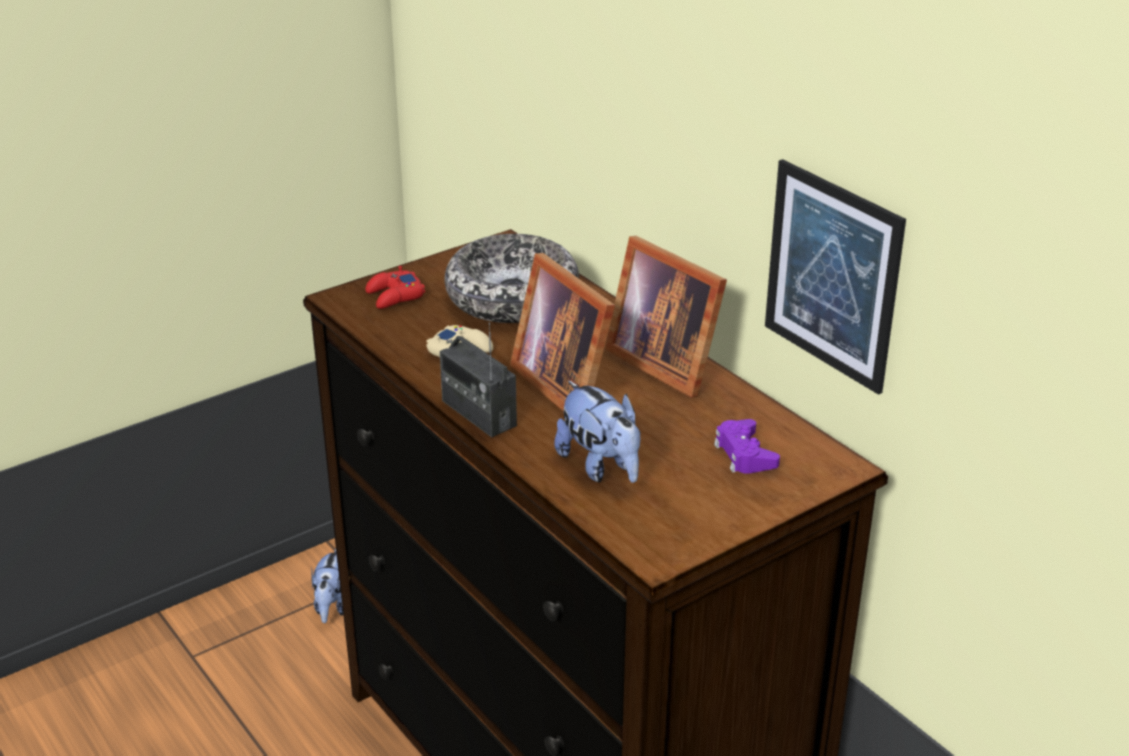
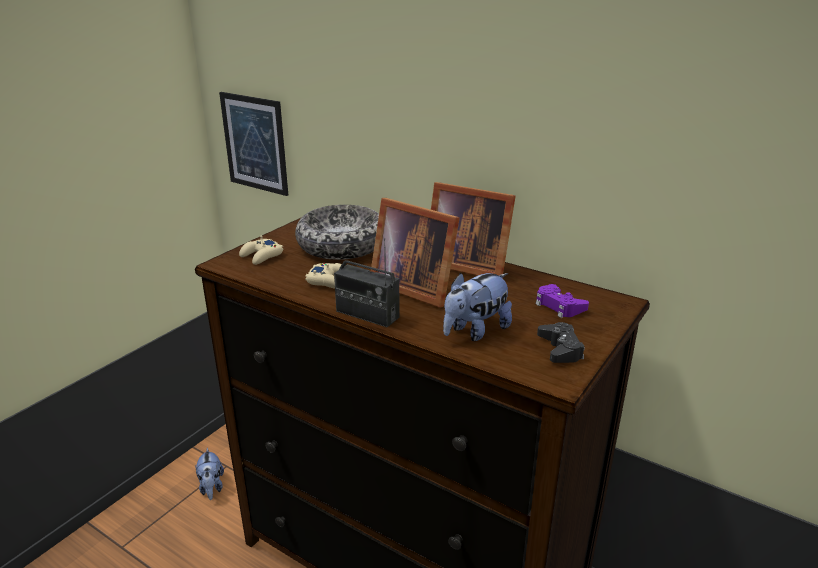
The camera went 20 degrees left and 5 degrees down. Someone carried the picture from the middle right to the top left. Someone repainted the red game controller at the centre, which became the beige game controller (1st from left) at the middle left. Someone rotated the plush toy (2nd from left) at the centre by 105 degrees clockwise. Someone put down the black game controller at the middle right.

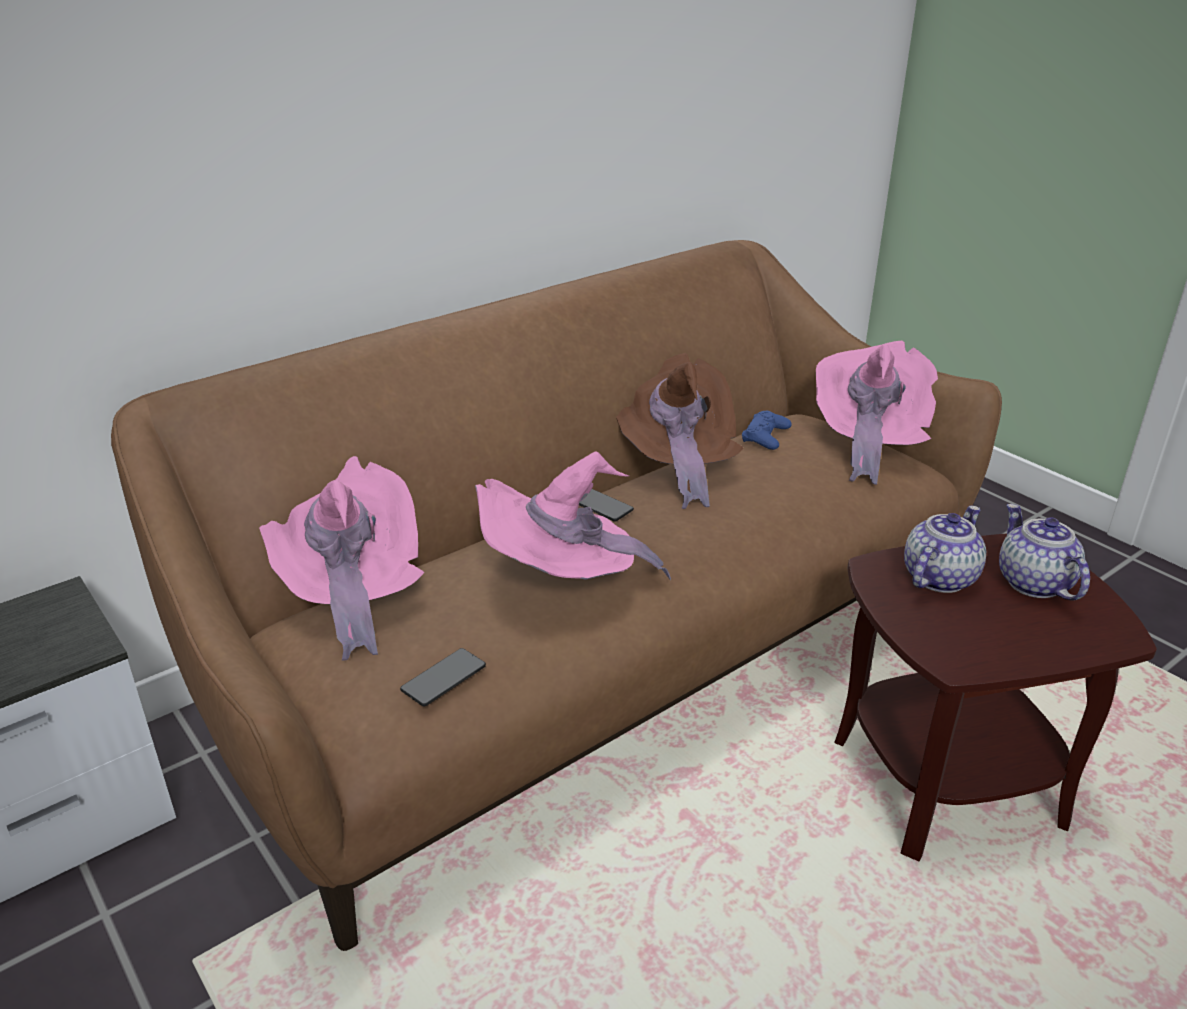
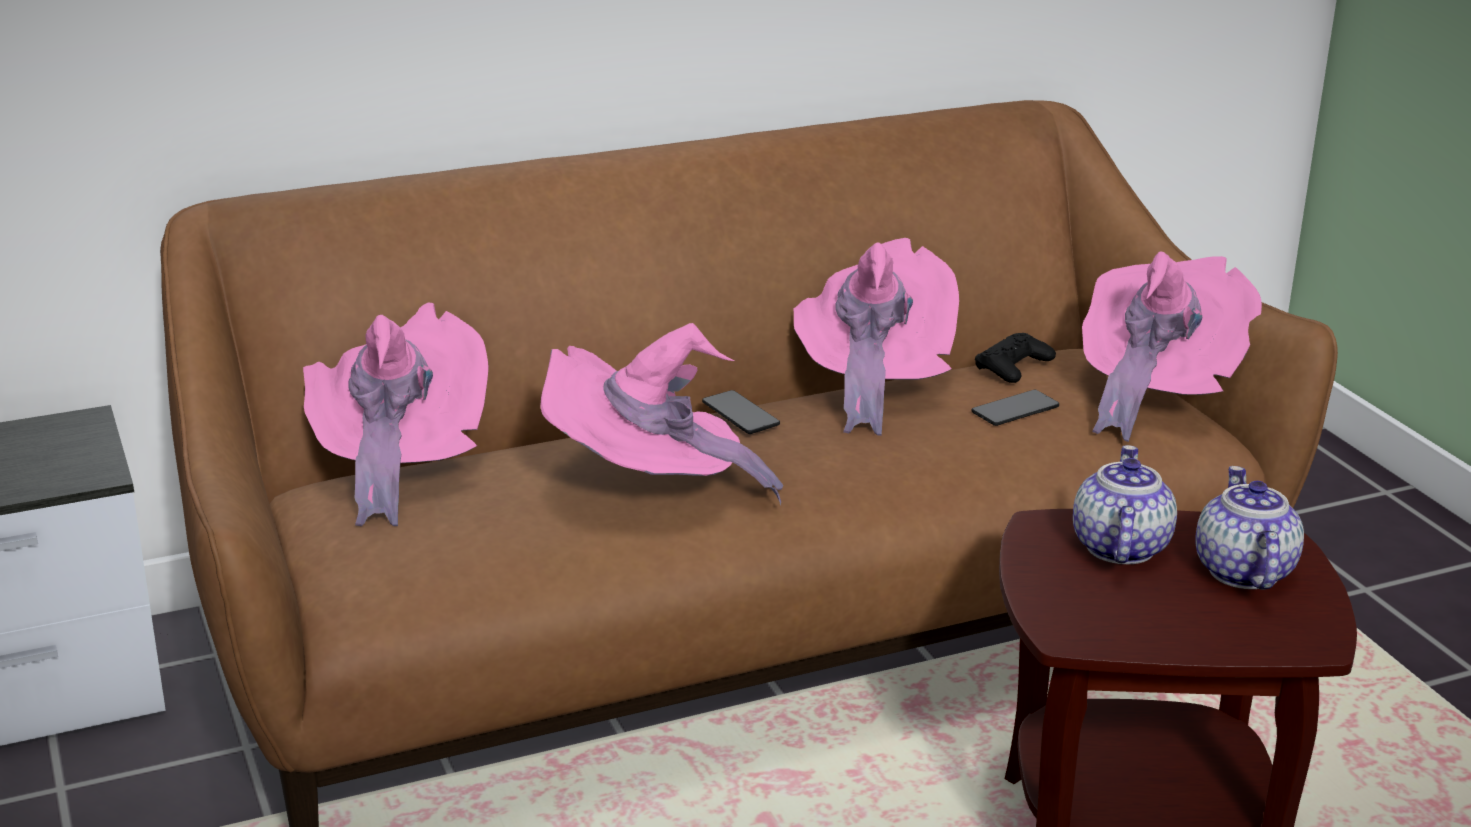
The camera went 15 degrees right and 5 degrees down. Someone repainted the brown hat at the centre, which became the pink hat (3rd from left) at the centre. Someone carried the phone (1st from left in the first image) from the bottom centre to the middle right. Someone repainted the blue game controller at the centre, which became the black game controller at the middle right. Someone rotated the teapot (1st from left) at the middle right by 45 degrees counterclockwise.

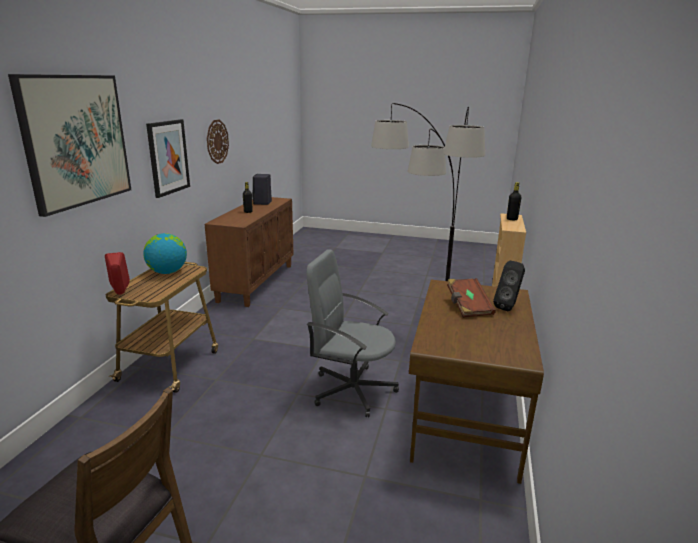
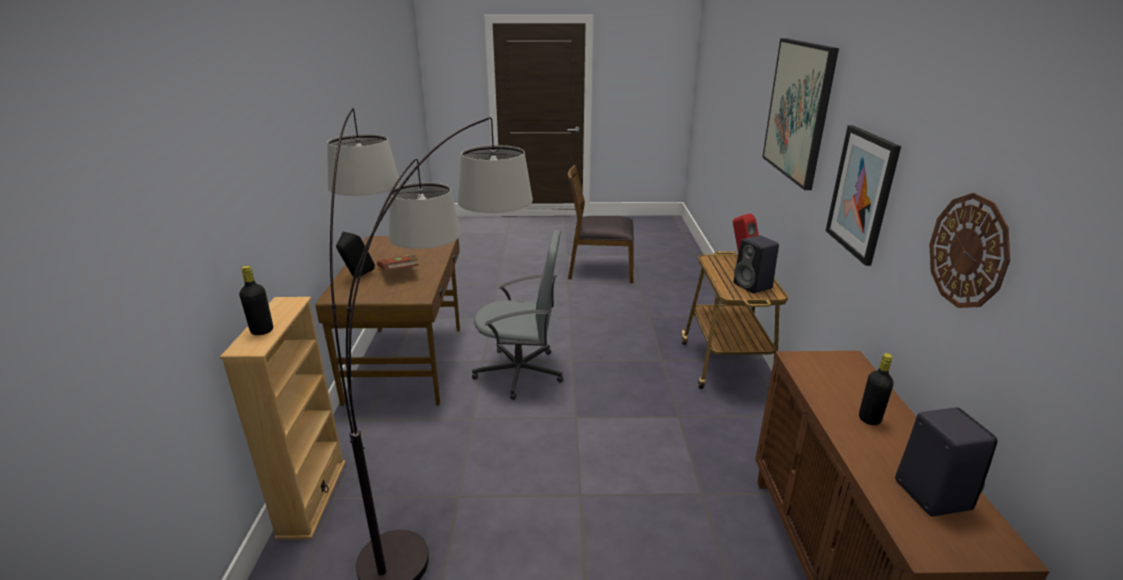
The camera went 165 degrees right and 5 degrees up. Someone swapped the globe at the middle left for the black speaker (2nd from left) at the middle right.

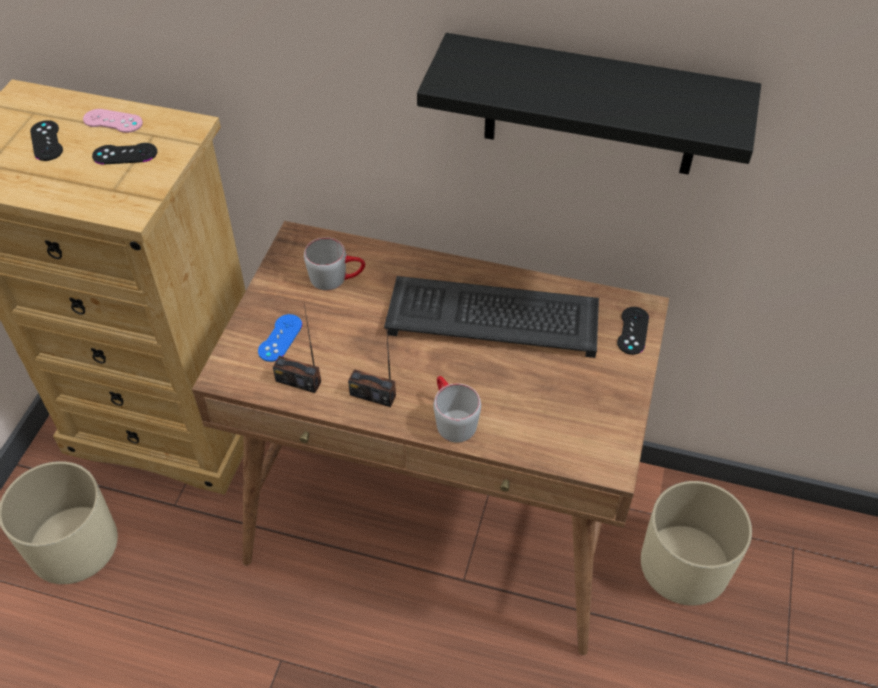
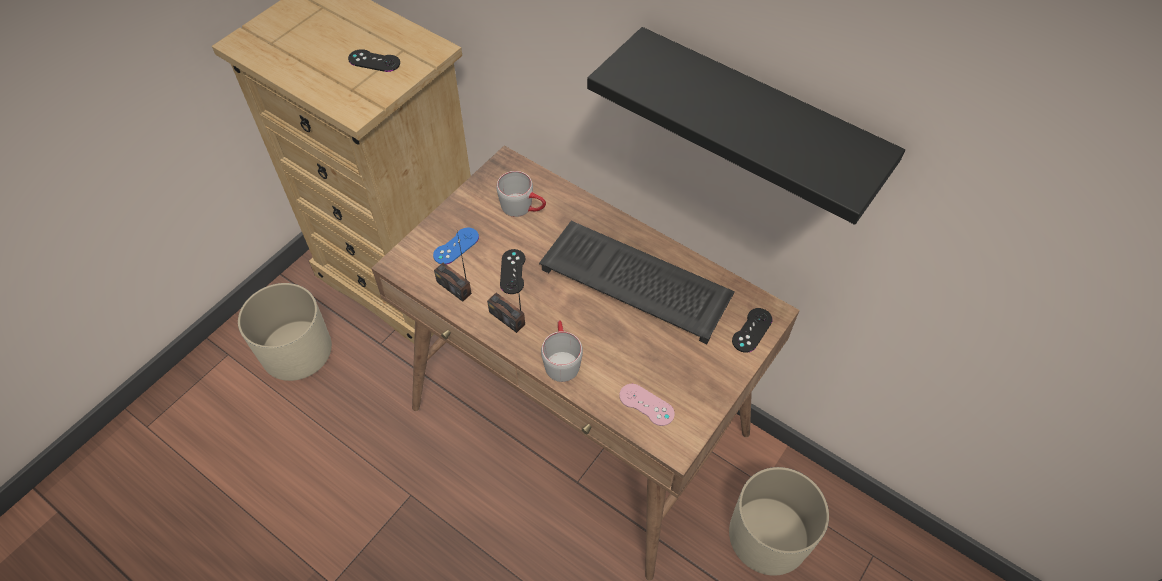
The camera went 20 degrees right and 5 degrees up. Someone carried the black game controller (1st from left in the first image) from the top left to the centre. Someone carried the pink game controller from the top left to the bottom centre.

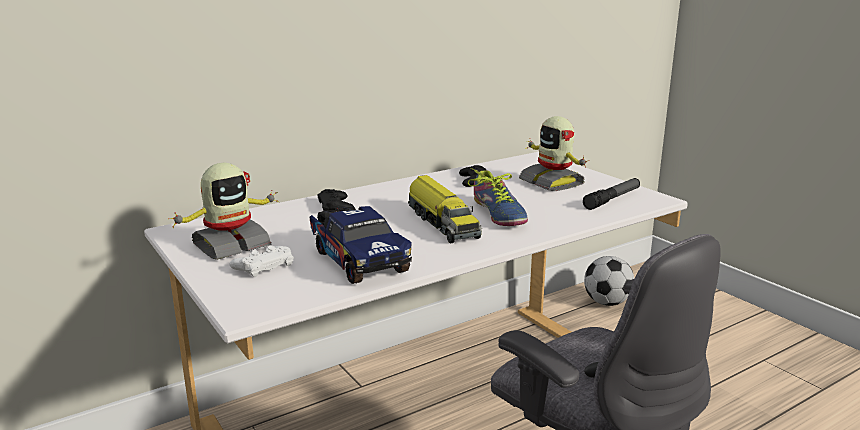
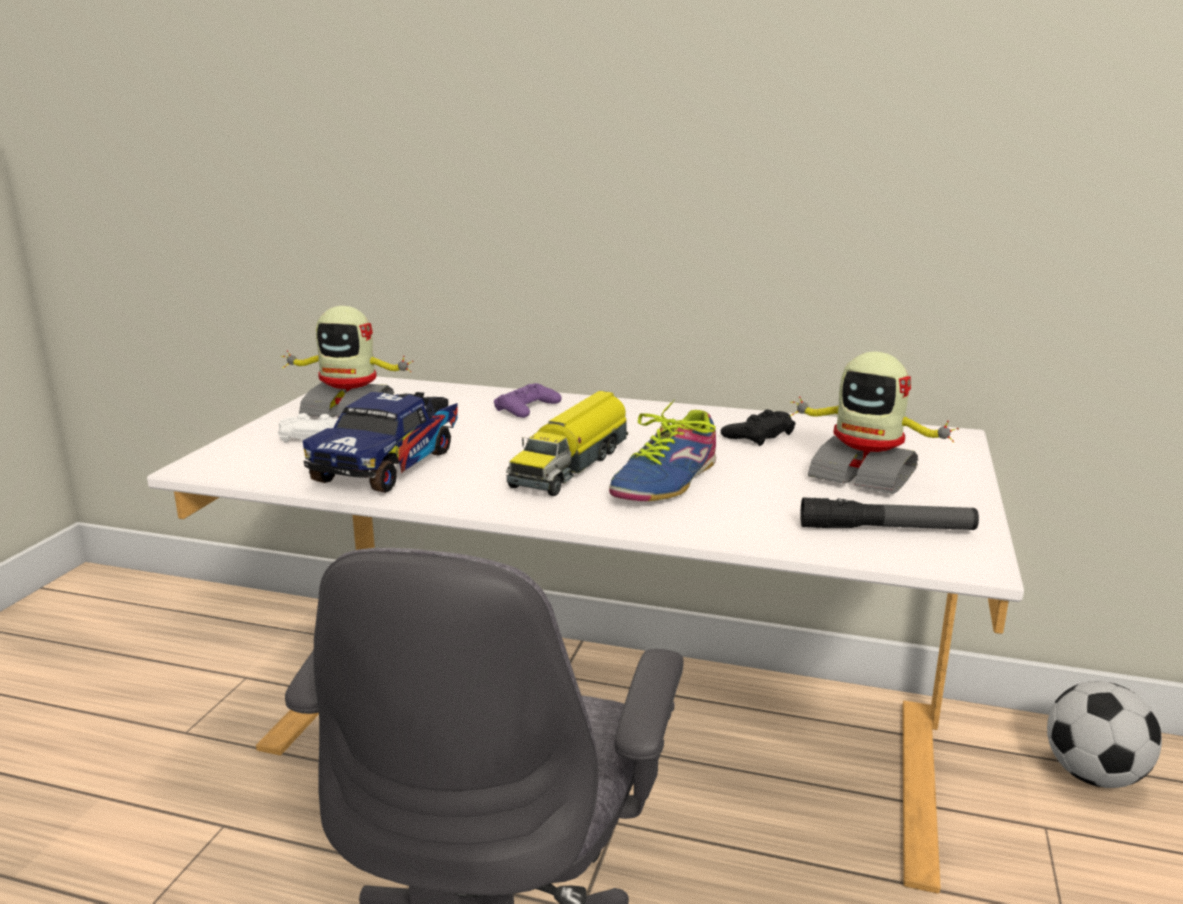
The camera went 50 degrees right and 0 degrees up. Someone repainted the black game controller (1st from left) at the centre, which became the purple game controller at the centre. Someone rotated the toy robot (2nd from left) at the centre by 75 degrees counterclockwise.

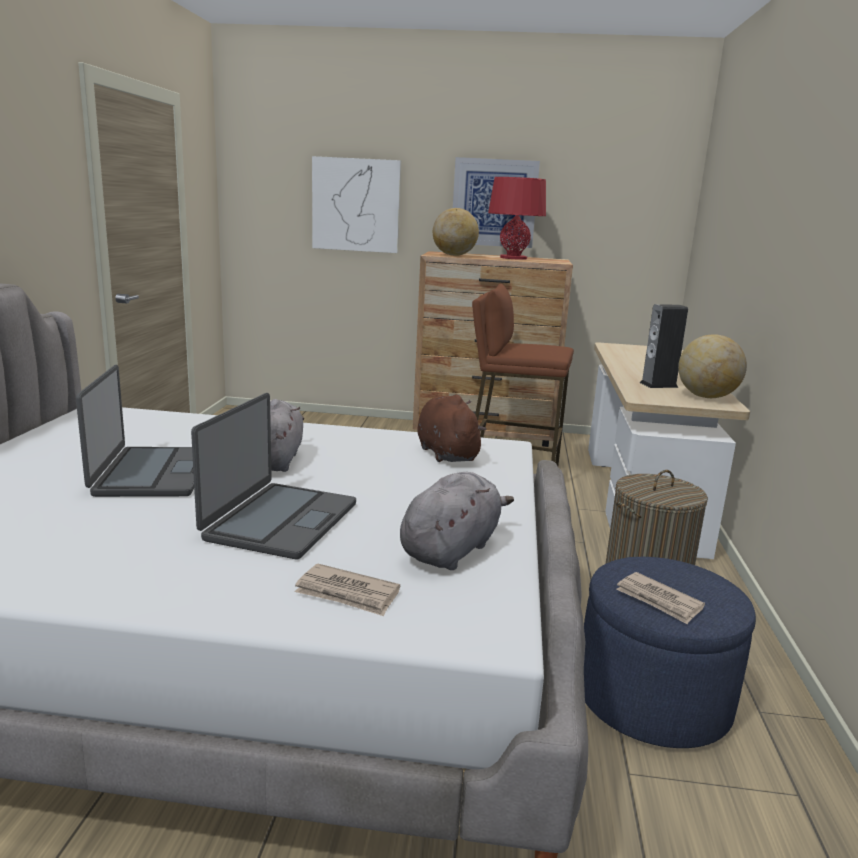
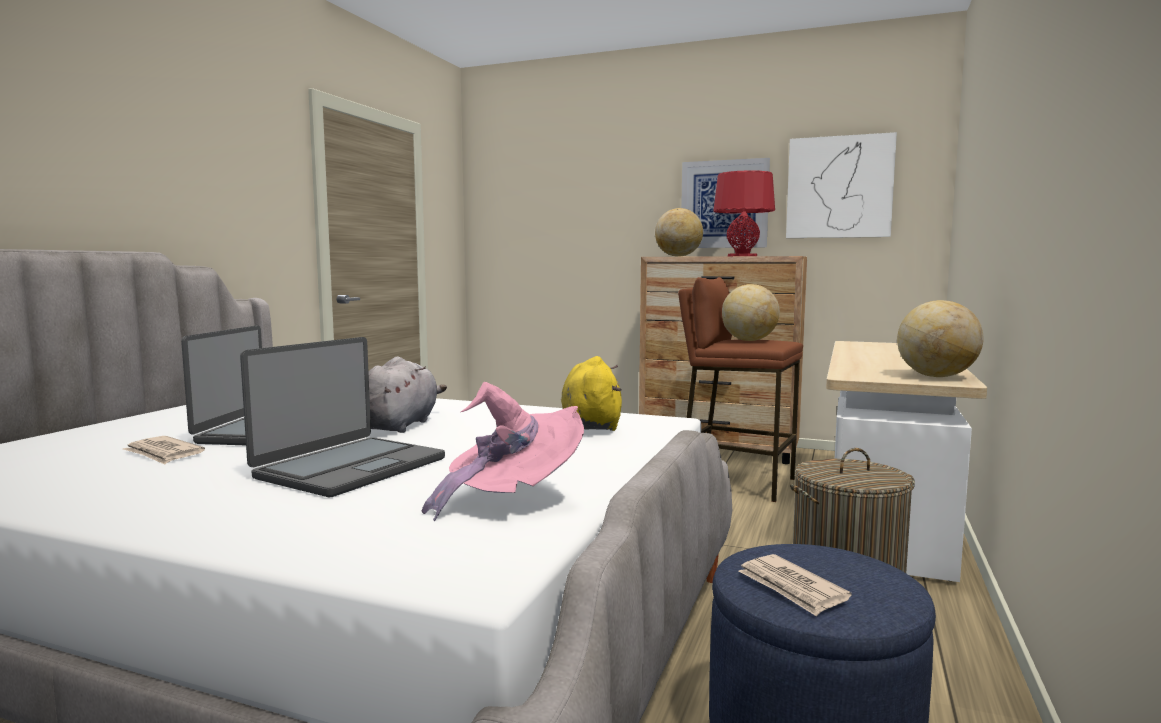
The camera went 15 degrees right and 10 degrees down. Someone carried the newspaper (1st from left) from the bottom centre to the middle left. Someone swapped the grey plush toy (2nd from left) at the centre for the pink hat at the centre. Someone repainted the brown plush toy at the centre, which became the yellow plush toy at the centre. Someone put down the globe (2nd from left) at the centre. Someone carried the picture (1st from left in the first image) from the top centre to the top right. Someone took away the speaker at the middle right.

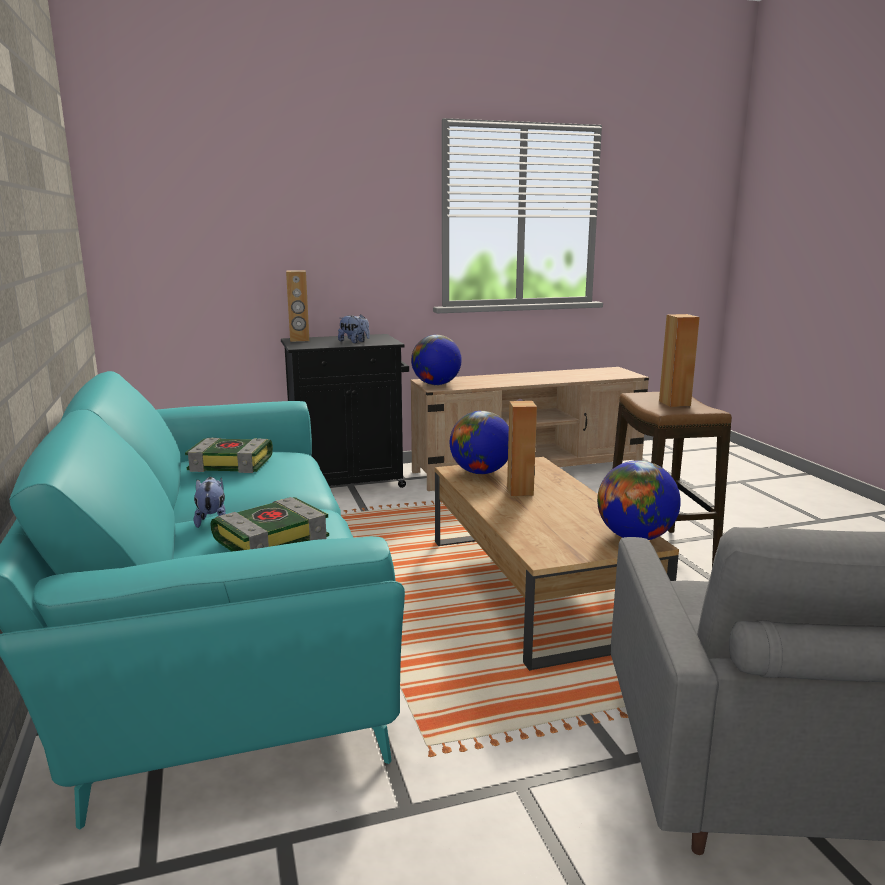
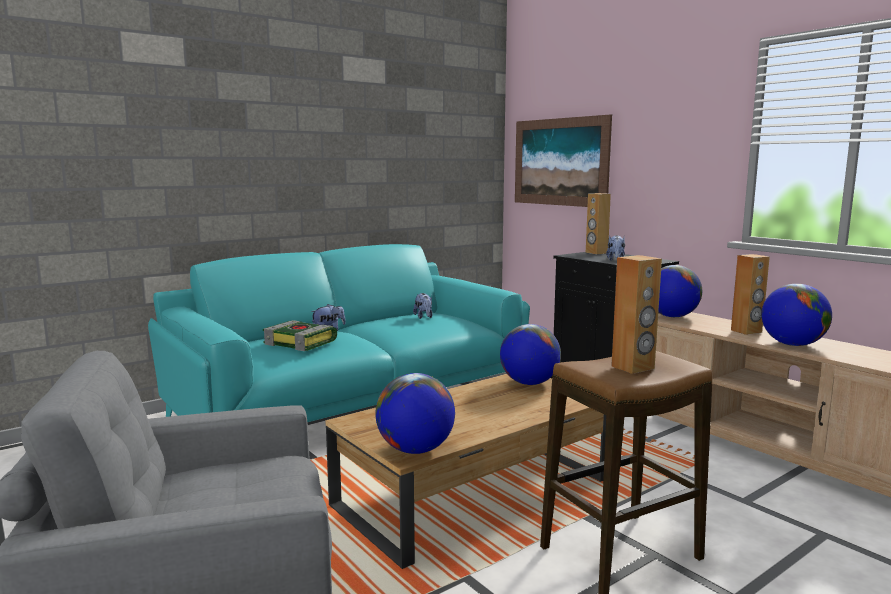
The camera went 70 degrees right and 5 degrees down. Someone swapped the book (1st from left) at the middle left for the plush toy (2nd from left) at the centre. Someone put up the picture at the top centre. Someone carried the brown speaker (2nd from left in the first image) from the centre to the middle right. Someone put down the globe (4th from left) at the middle right.

